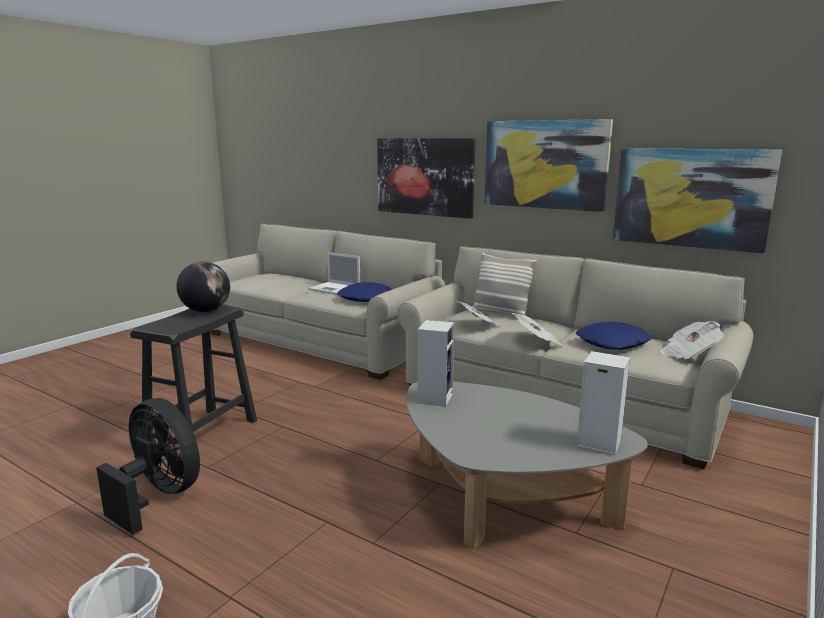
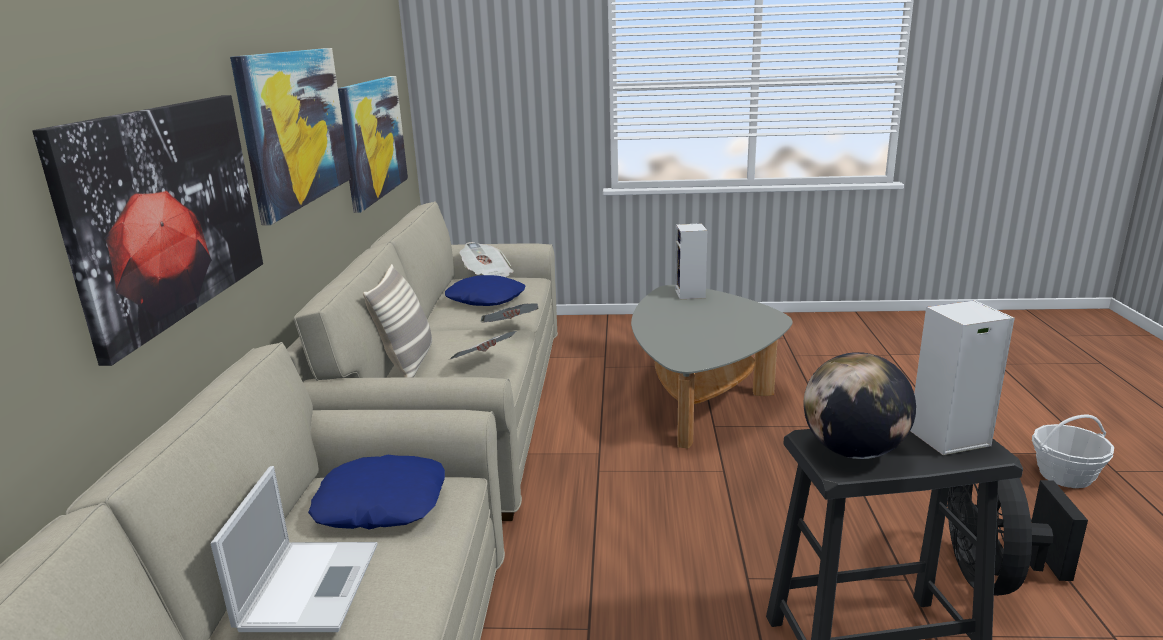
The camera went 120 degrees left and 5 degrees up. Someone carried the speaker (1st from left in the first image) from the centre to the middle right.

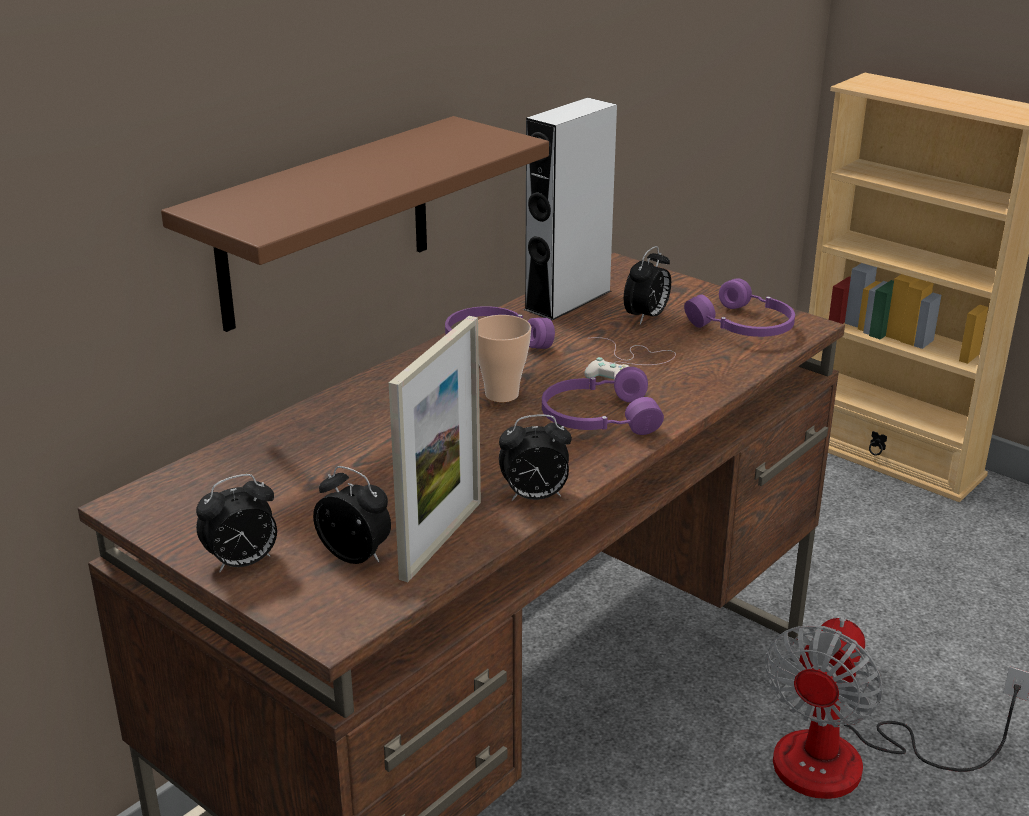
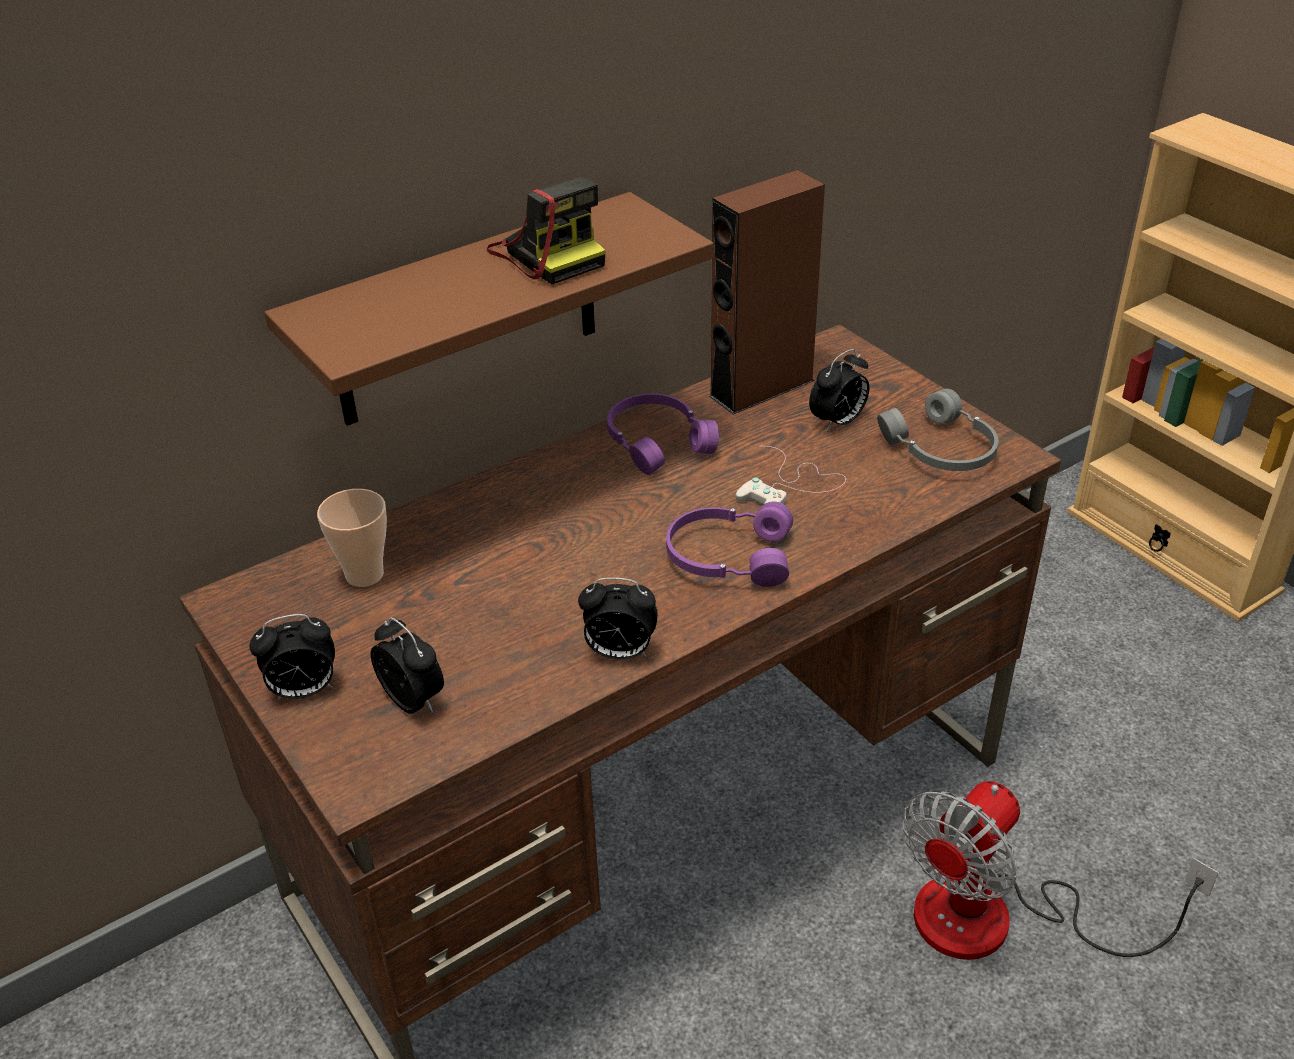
The camera went 15 degrees right and 10 degrees up. Someone carried the cup from the centre to the middle left. Someone put down the photo camera at the top centre. Someone repainted the grey speaker at the top centre, which became the brown speaker at the top centre. Someone repainted the purple headphones (3rd from left) at the middle right, which became the grey headphones at the middle right. Someone took away the picture frame at the centre.

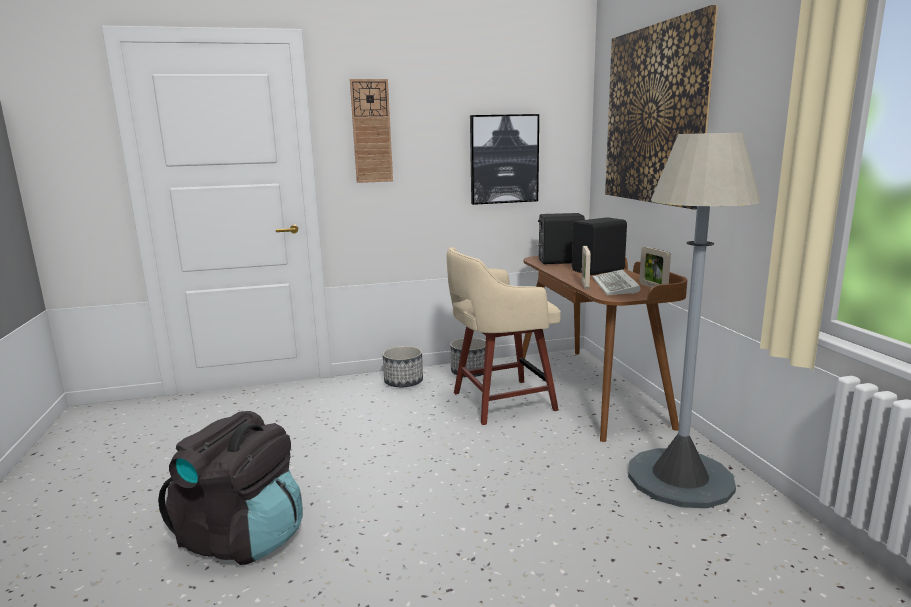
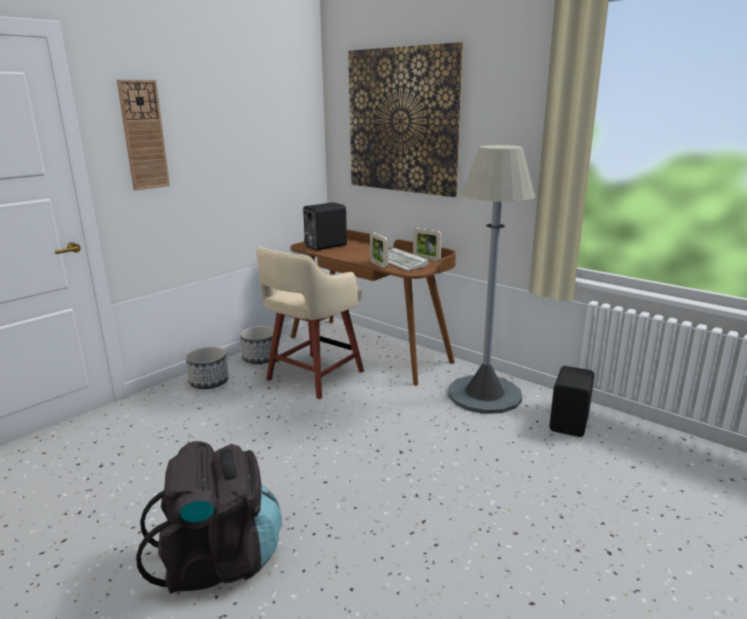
The camera went 35 degrees left and 5 degrees up. Someone carried the black speaker (2nd from left) from the centre to the middle right. Someone took away the picture (1st from left) at the top centre.

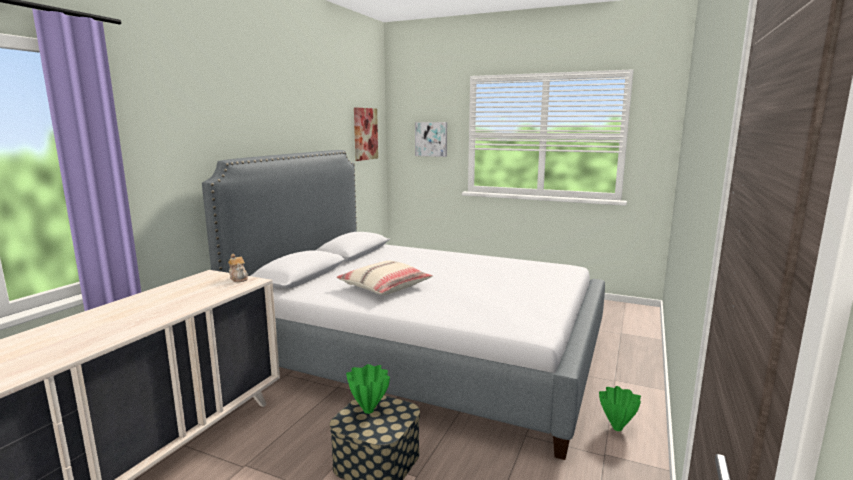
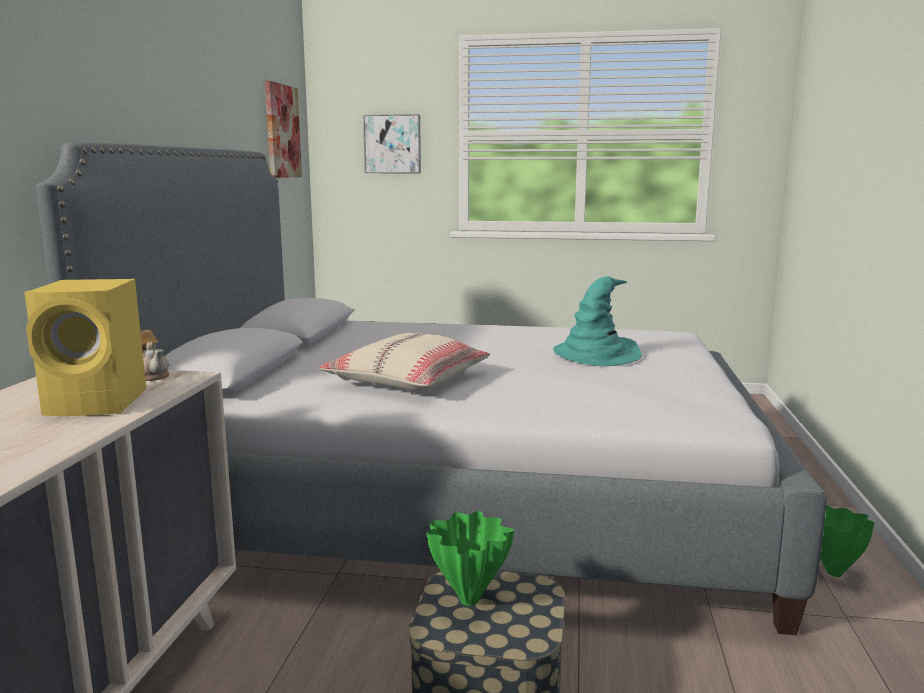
The camera went 15 degrees left and 0 degrees up. Someone put down the yellow speaker at the middle left. Someone put down the turquoise hat at the centre.

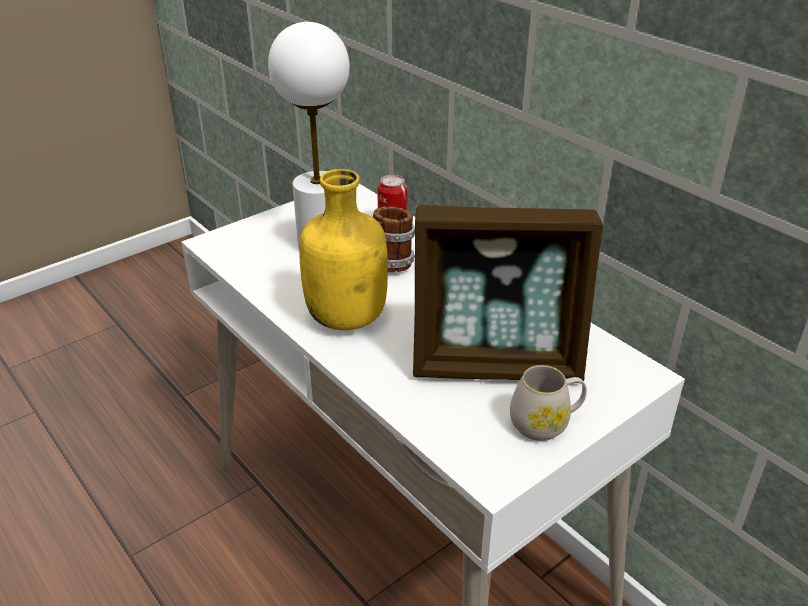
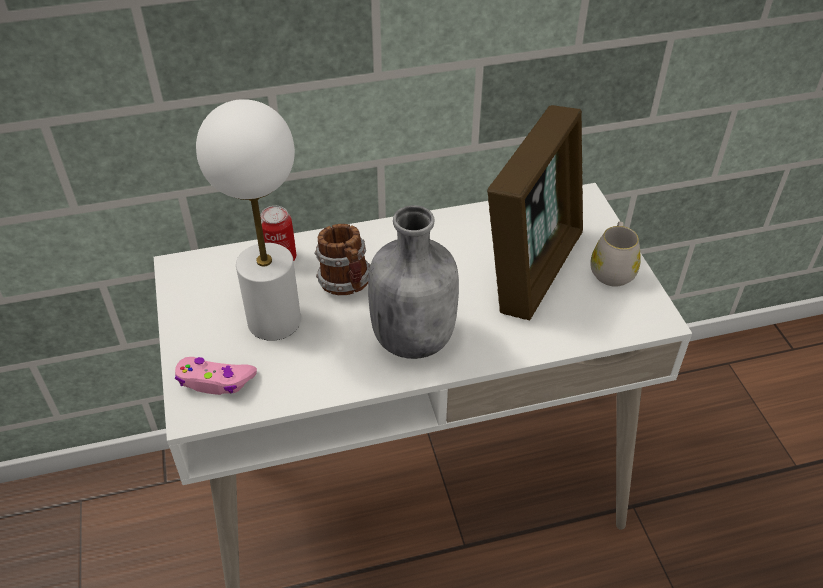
The camera went 65 degrees left and 10 degrees up. Someone put down the pink game controller at the middle left. Someone repainted the yellow bottle at the centre, which became the grey bottle at the centre.

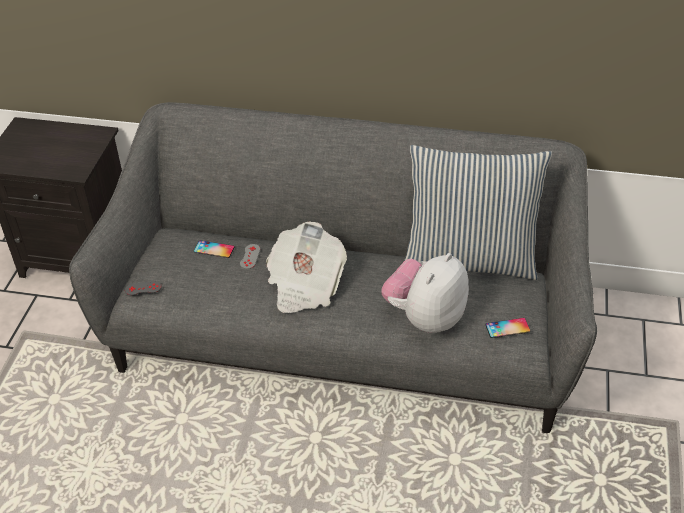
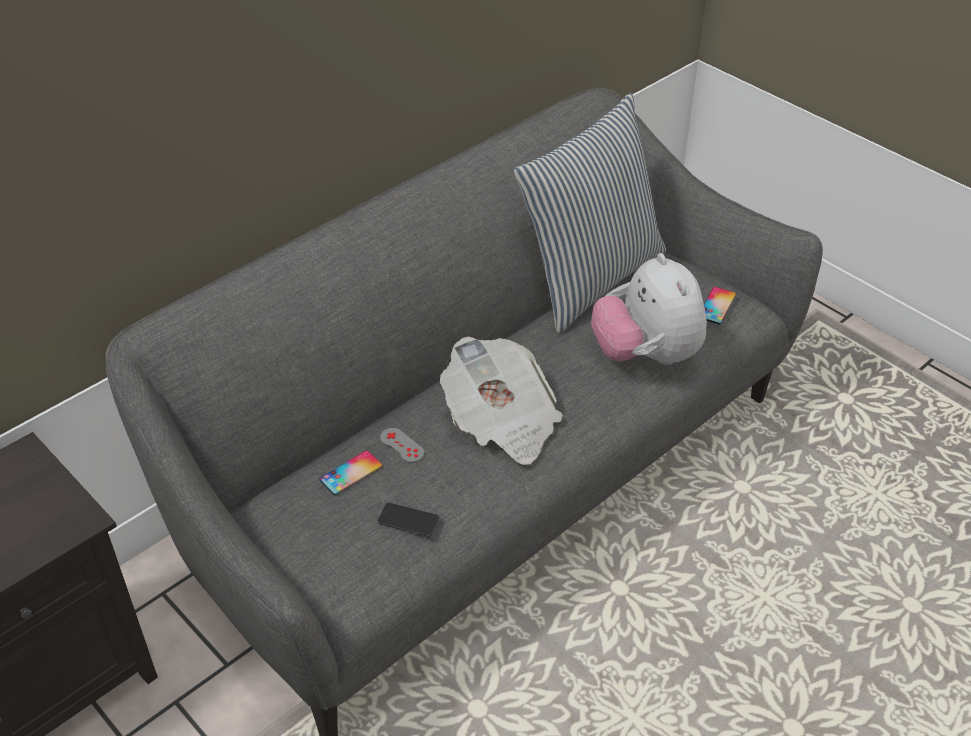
The camera went 55 degrees left and 0 degrees up. Someone put down the phone (2nd from left) at the bottom centre. Someone took away the grey game controller (1st from left) at the middle left.

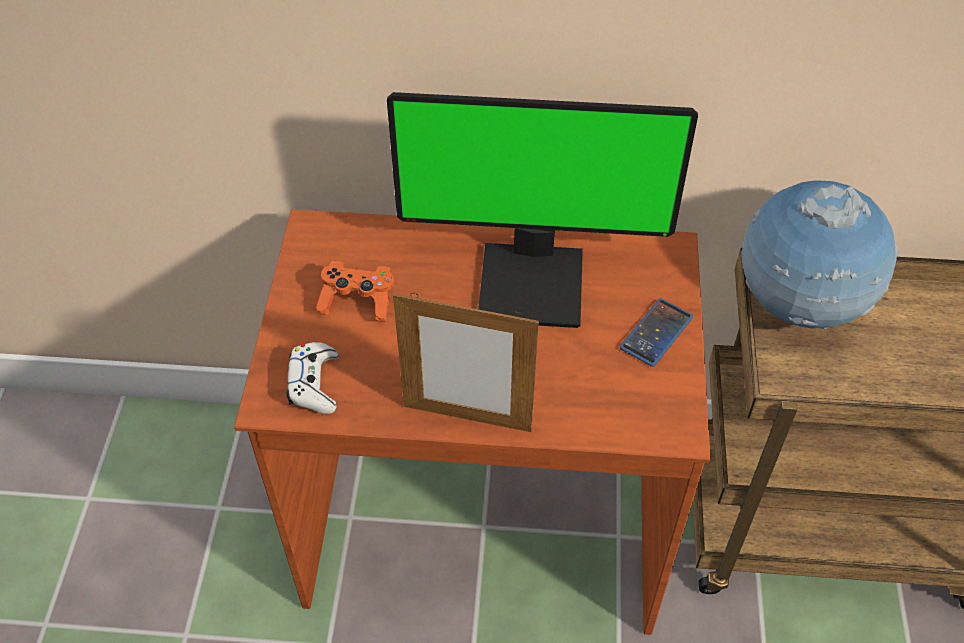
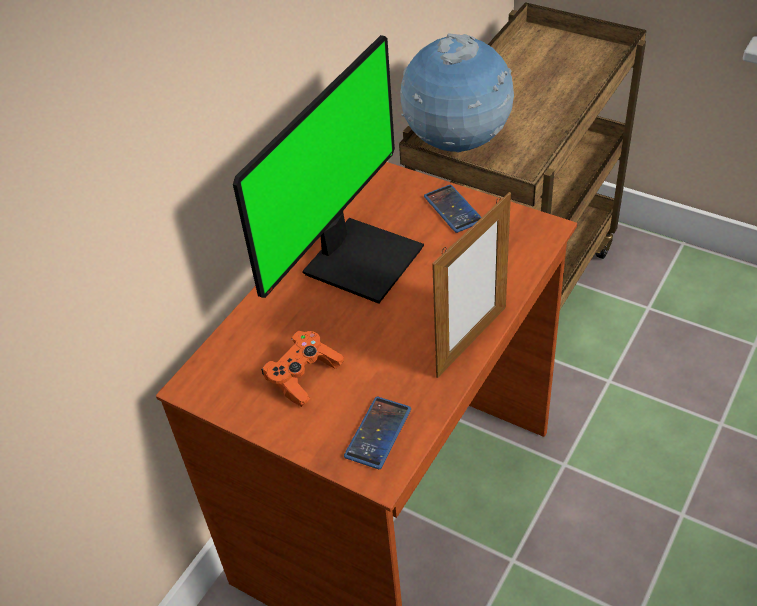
The camera went 60 degrees left and 5 degrees down. Someone swapped the white game controller at the middle left for the phone (1st from left) at the bottom centre.

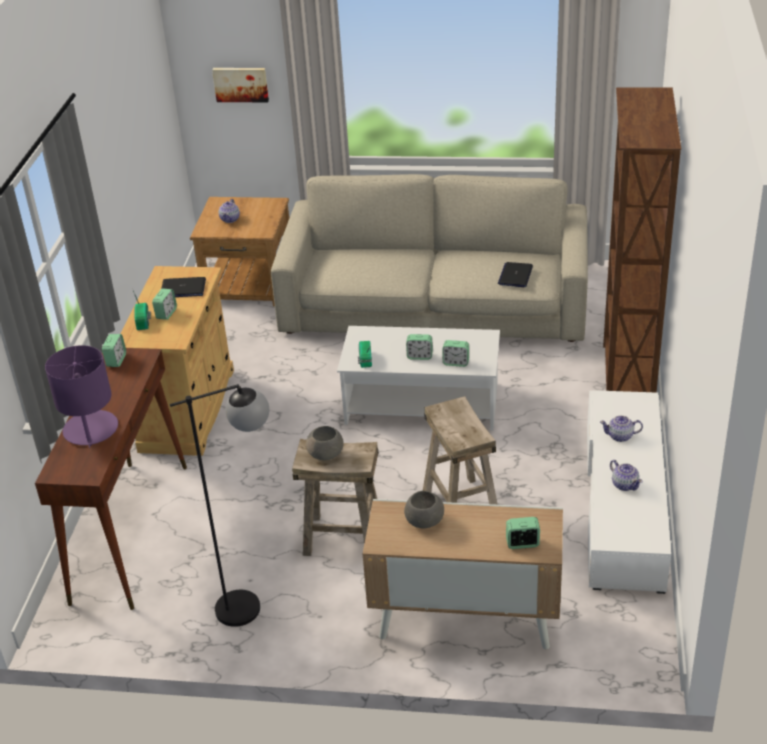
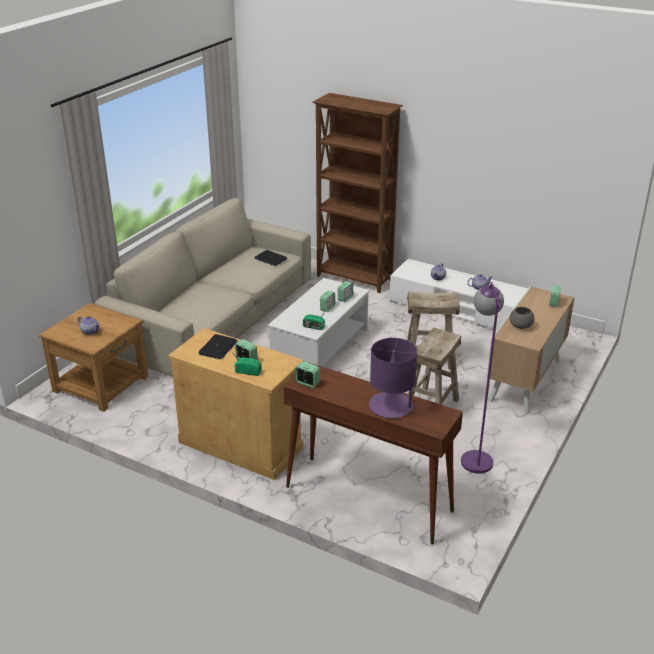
The camera went 70 degrees left and 5 degrees down. Someone repainted the black floor lamp at the bottom left, which became the purple floor lamp at the middle right. Someone took away the picture at the top left. Someone took away the grey bowl (1st from left) at the centre.

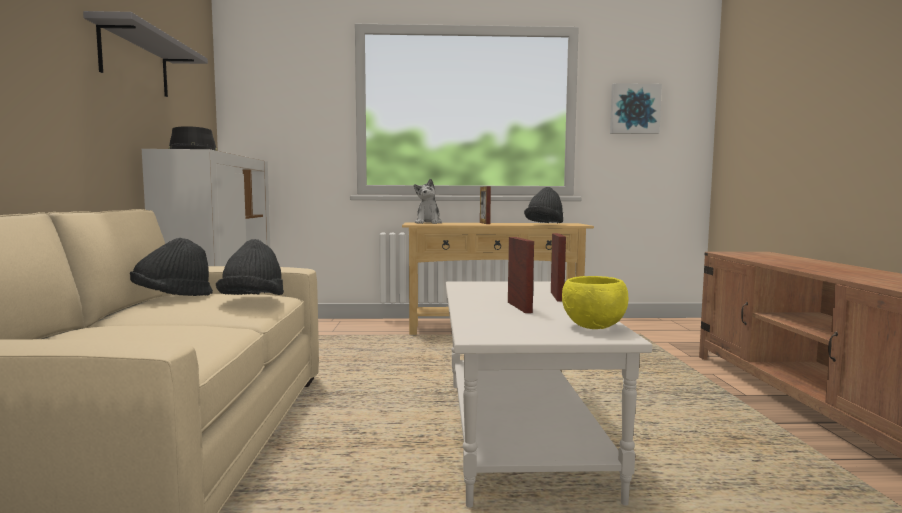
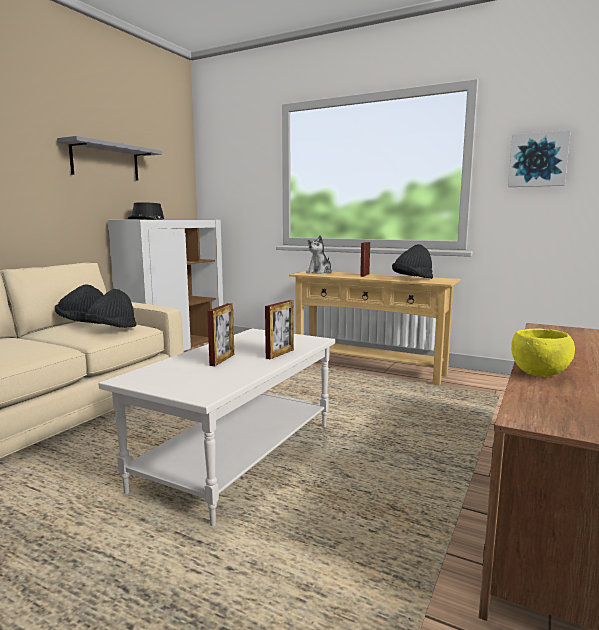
The camera went 30 degrees right and 5 degrees up. Someone carried the yellow bowl from the centre to the middle right.

